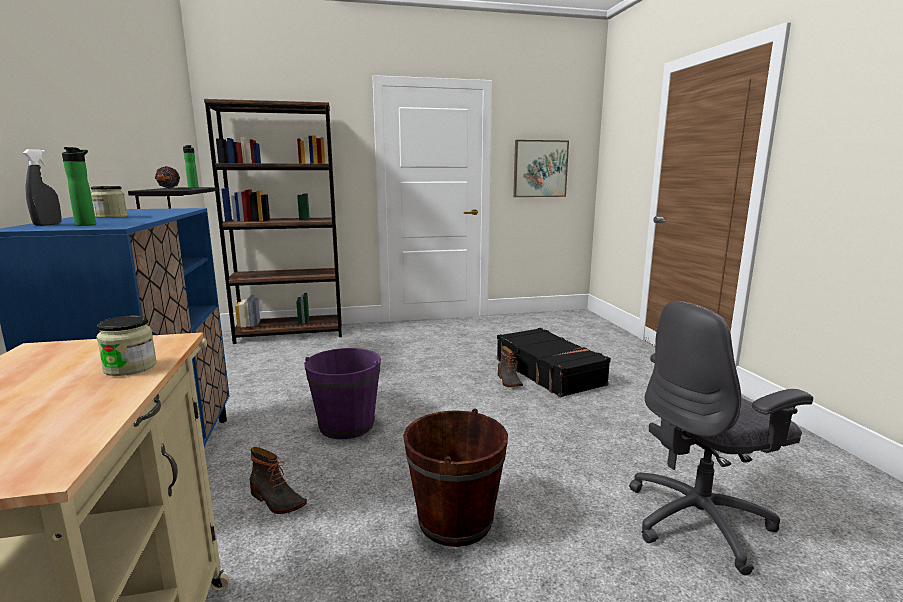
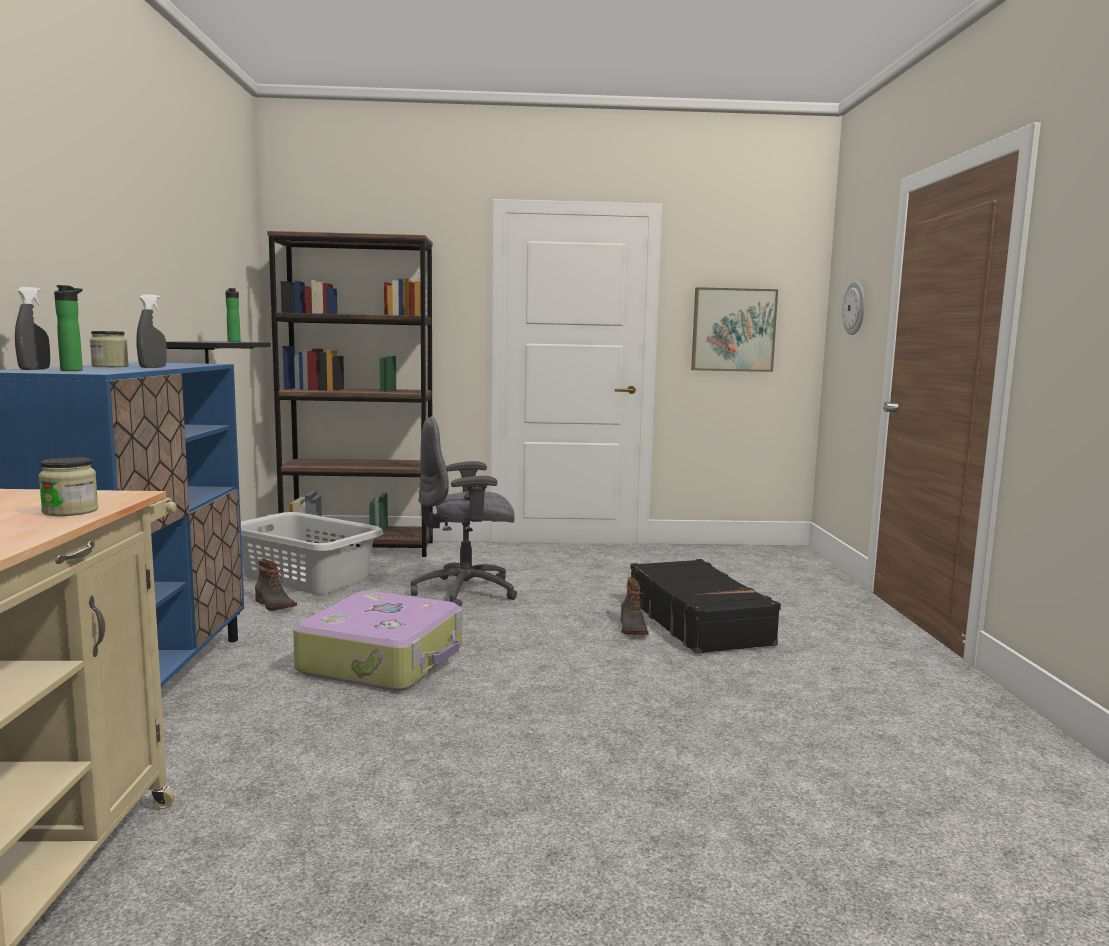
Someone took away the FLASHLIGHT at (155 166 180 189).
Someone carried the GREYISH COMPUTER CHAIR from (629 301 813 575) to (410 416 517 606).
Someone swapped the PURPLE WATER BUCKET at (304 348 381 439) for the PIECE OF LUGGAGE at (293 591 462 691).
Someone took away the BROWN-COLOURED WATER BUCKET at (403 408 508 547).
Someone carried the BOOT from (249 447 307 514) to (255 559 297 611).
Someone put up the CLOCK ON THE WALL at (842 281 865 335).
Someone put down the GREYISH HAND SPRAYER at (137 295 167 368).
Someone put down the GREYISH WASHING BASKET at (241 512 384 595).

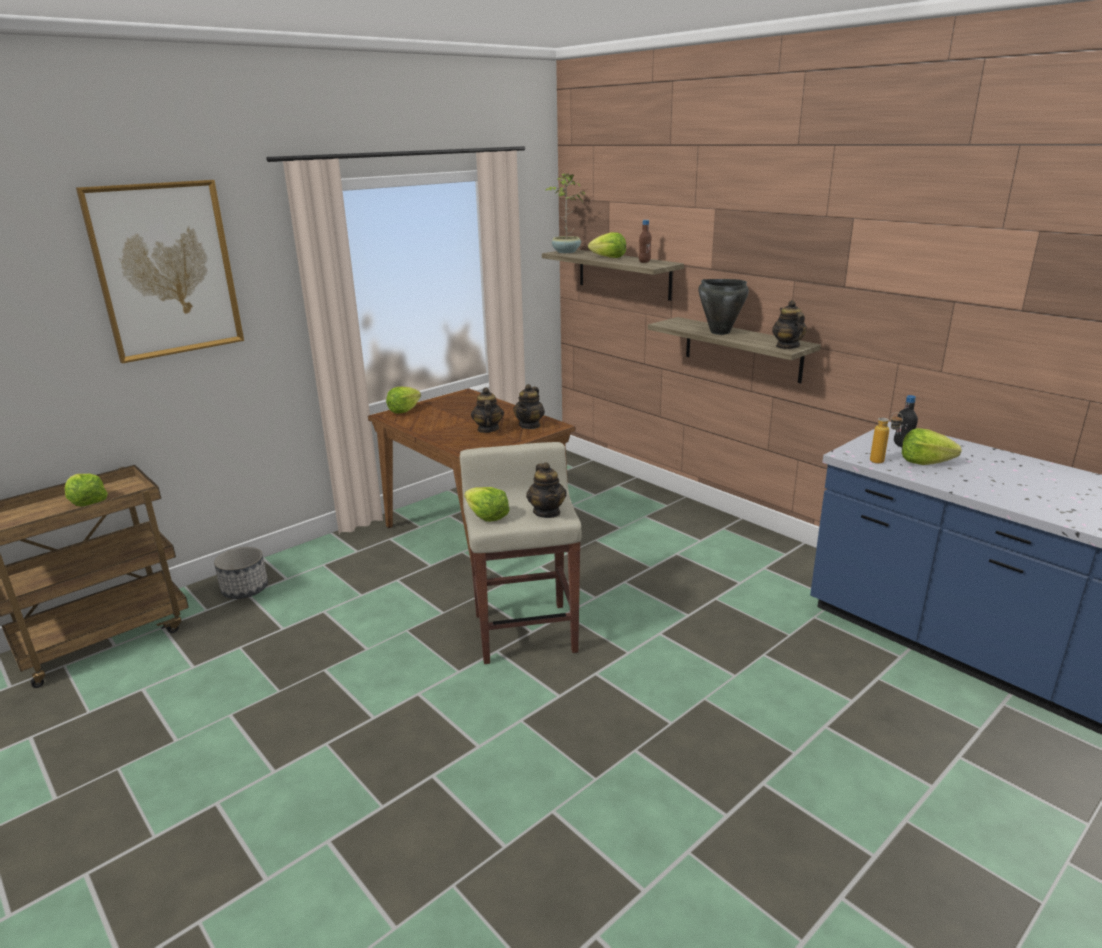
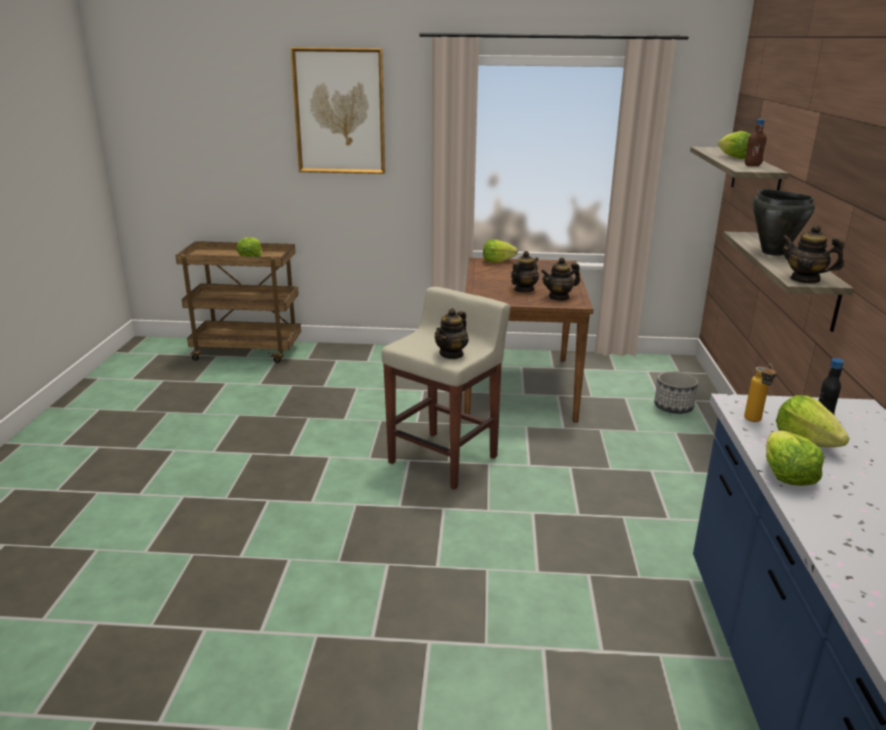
Someone took away the HOUSEPLANT at (545 173 585 253).
Someone rotated the TEAPOT at (772 300 807 349) by 90 degrees counterclockwise.
Someone carried the LETTUCE HEAD from (464 487 510 522) to (766 430 824 486).
Someone carried the FLOWER POT from (214 547 268 599) to (654 371 698 414).

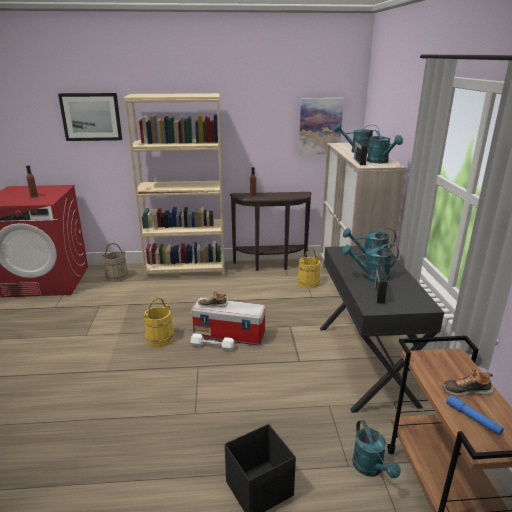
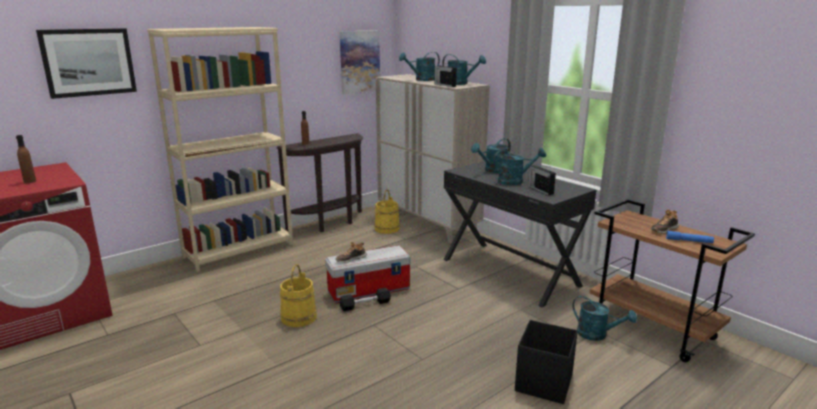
Someone took away the SAND-COLOURED WATER BUCKET at (102 243 128 282).
Someone rotated the TURQUOISE-COLOURED SPRINKLING CAN at (342 243 399 282) by 150 degrees counterclockwise.
Someone repainted the WHITE-COLOURED DUMBBELL at (190 333 235 351), which became the BLACK DUMBBELL at (340 288 391 311).

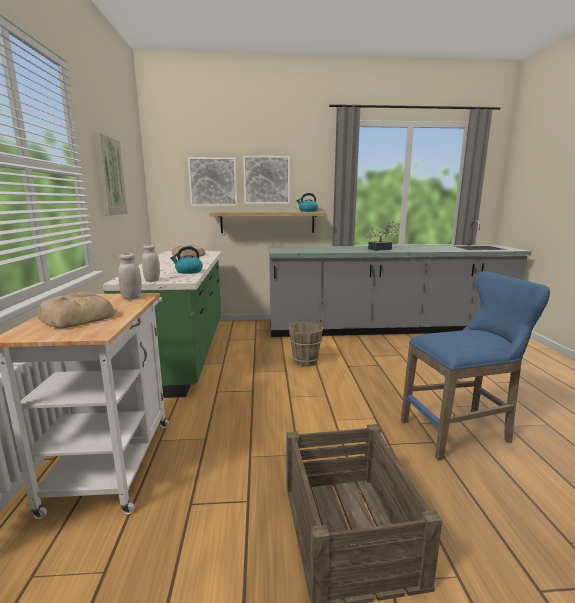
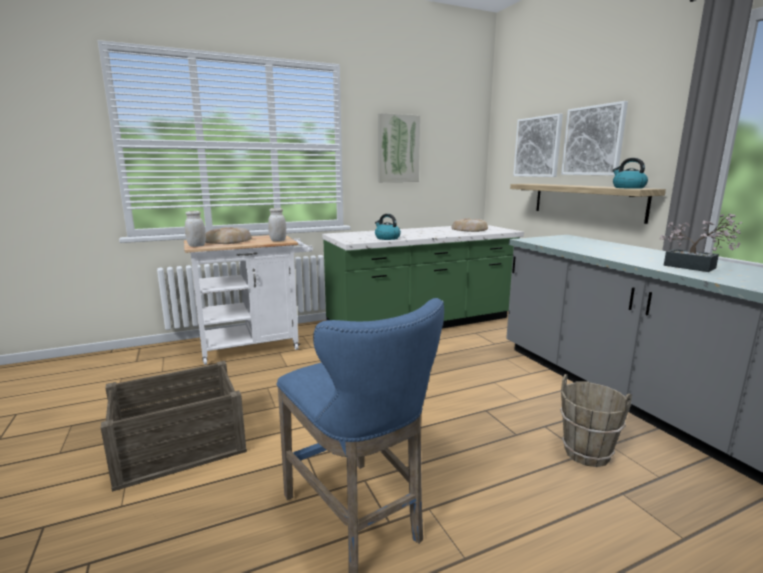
Someone carried the WHITE-COLOURED STORAGE JAR from (142 244 160 282) to (185 211 206 247).
Someone carried the BROWN-COLOURED WATER BUCKET from (288 317 323 367) to (560 374 632 467).

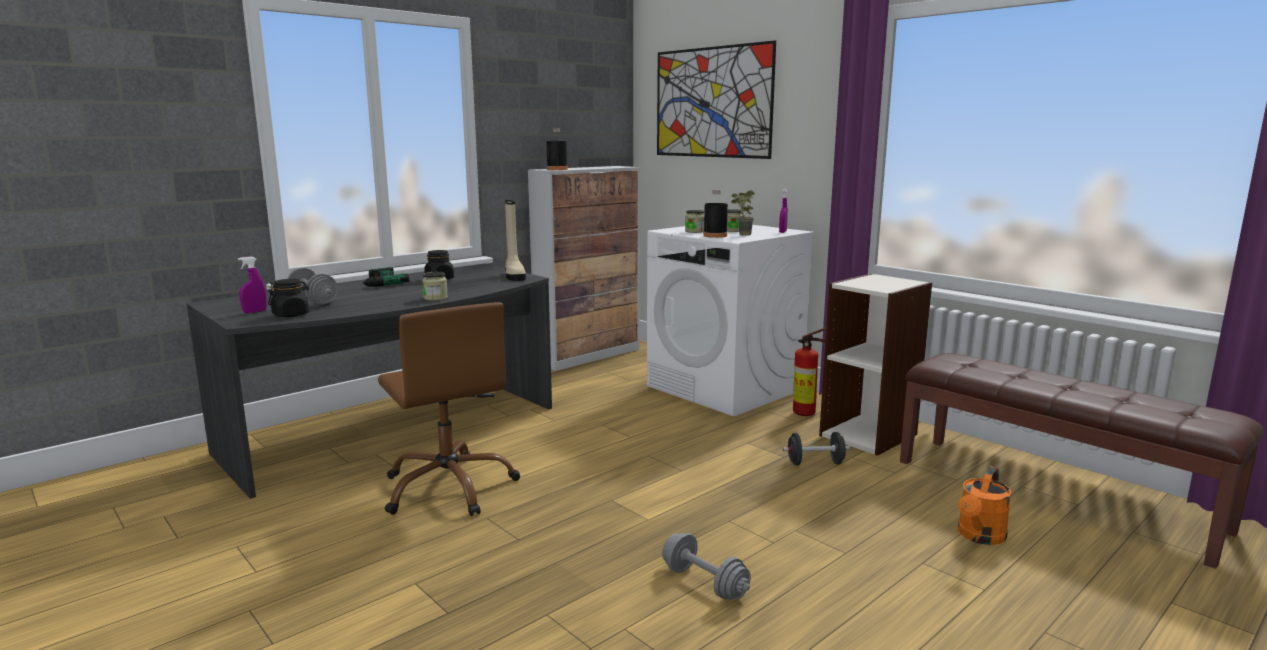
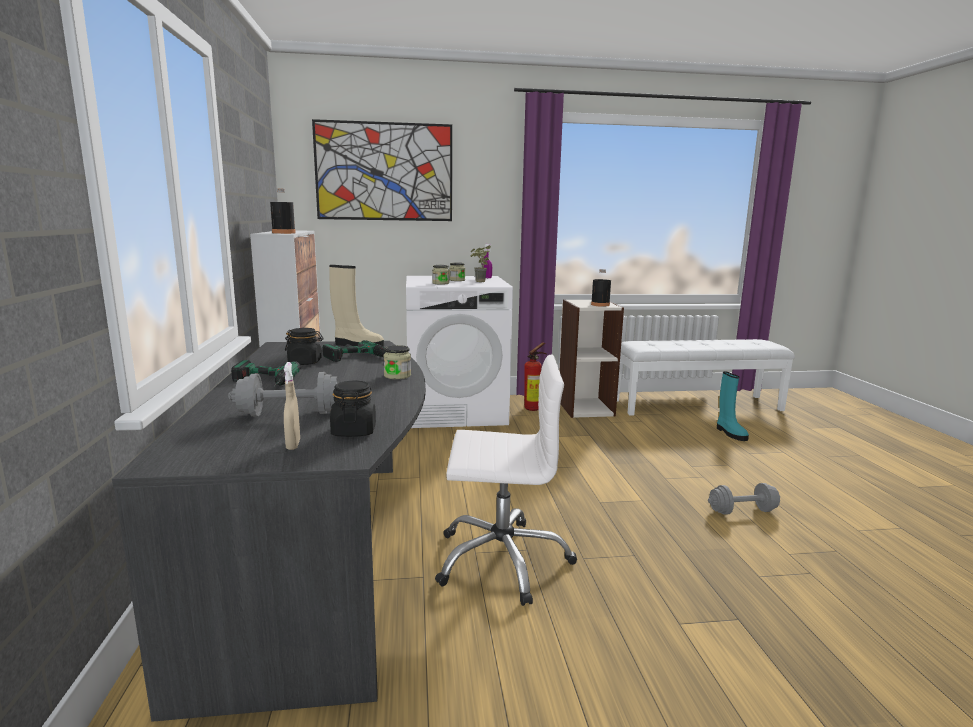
Someone carried the BLACK BEVERAGE BOTTLE from (704 190 728 238) to (591 269 611 307).
Someone repainted the PURPLE HAND SPRAYER at (238 256 267 313), which became the SAND-COLOURED HAND SPRAYER at (284 362 300 450).
Someone repainted the BROWN-COLOURED COMPUTER CHAIR at (378 302 520 516), which became the WHITE-COLOURED COMPUTER CHAIR at (435 355 577 606).
Someone repainted the BROWN-COLOURED BENCH at (900 353 1265 569), which became the WHITE-COLOURED BENCH at (617 339 795 416).
Someone took away the BLACK DUMBBELL at (783 432 850 465).
Someone swapped the ORANGE SPRINKLING CAN at (958 466 1012 545) for the TURQUOISE-COLOURED BOOT at (717 371 749 441).
Someone put down the DRILL at (322 340 386 362).

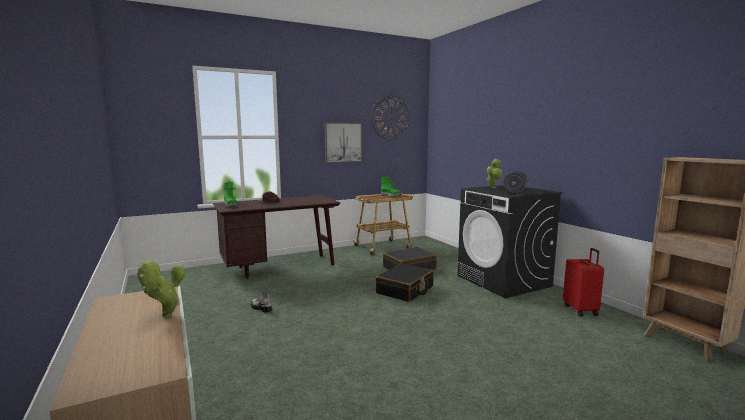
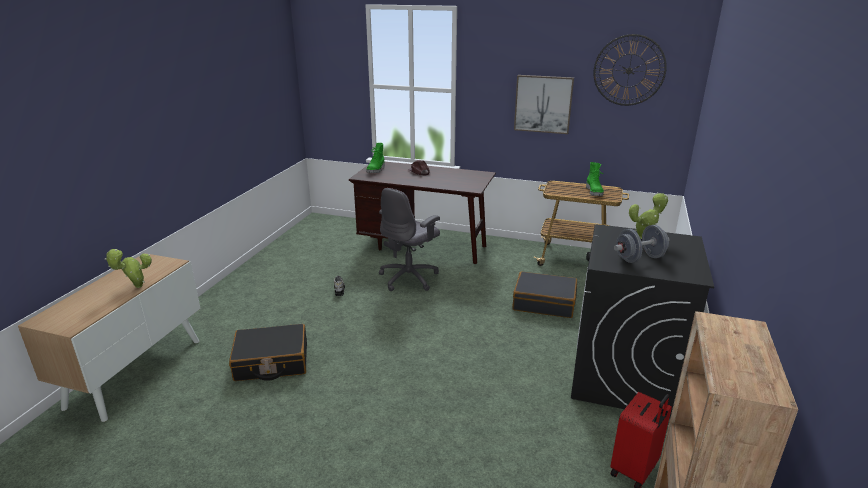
Someone carried the BLACK PIECE OF LUGGAGE from (375 264 434 302) to (229 324 307 381).
Someone put down the GREYISH COMPUTER CHAIR at (379 188 440 291).

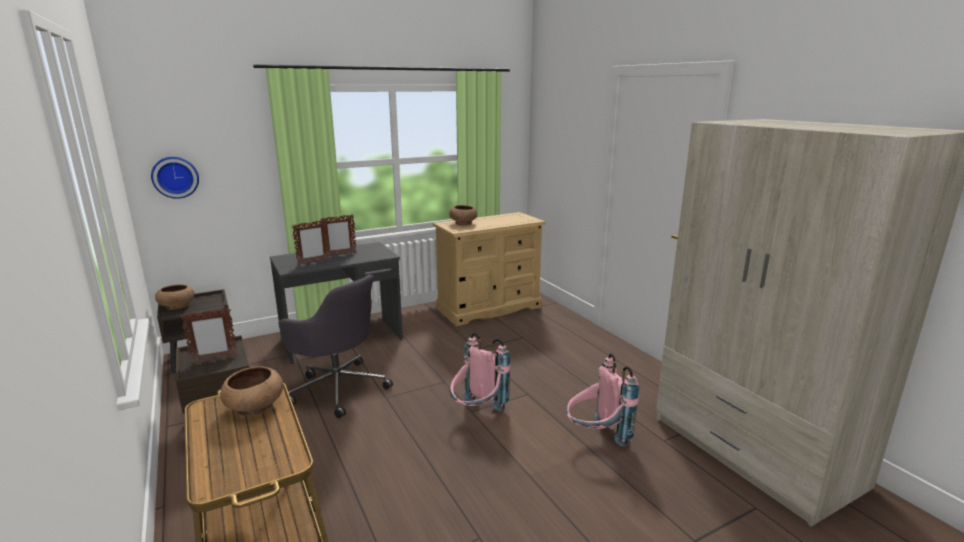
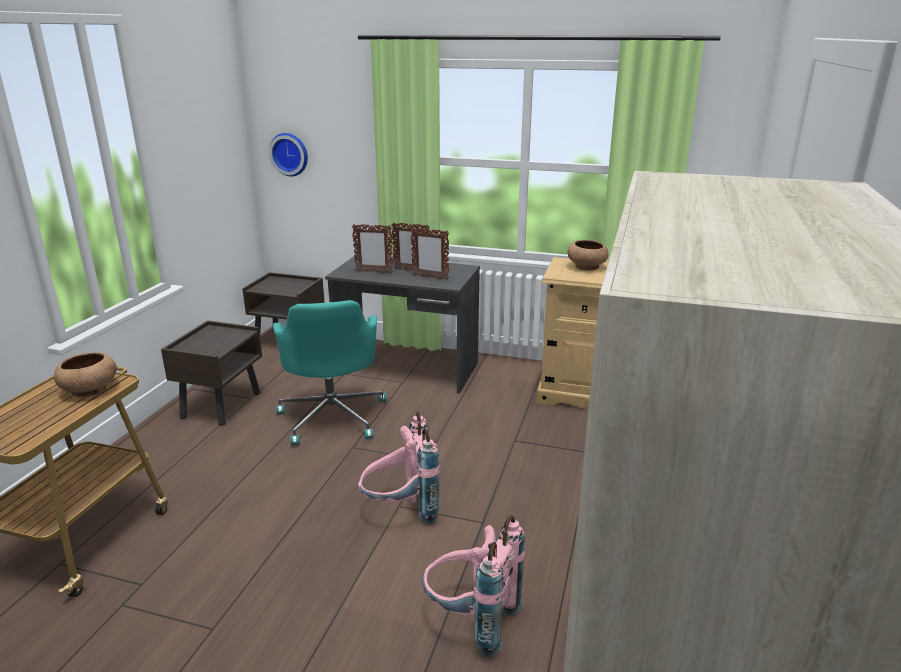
Someone repainted the GREYISH COMPUTER CHAIR at (279 275 393 418), which became the TURQUOISE-COLOURED COMPUTER CHAIR at (273 300 387 446).
Someone took away the BROWN-COLOURED BOWL at (155 284 194 310).
Someone carried the STANDING FRAME from (180 308 238 364) to (410 227 449 280).

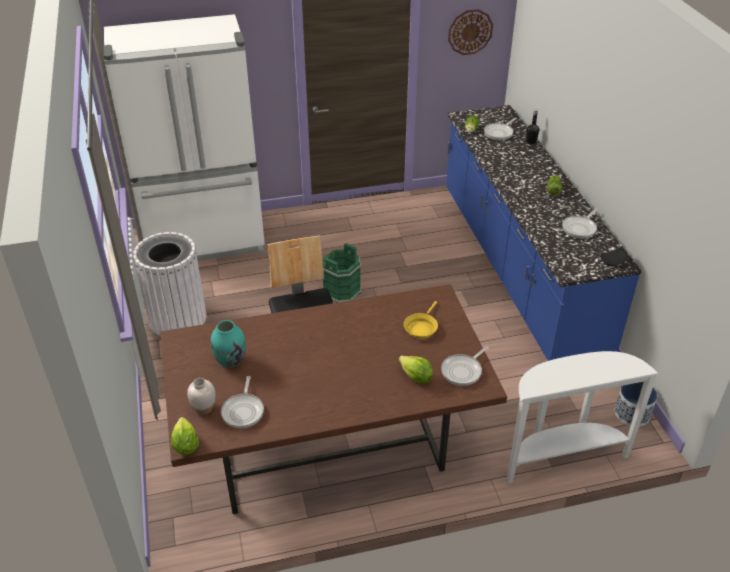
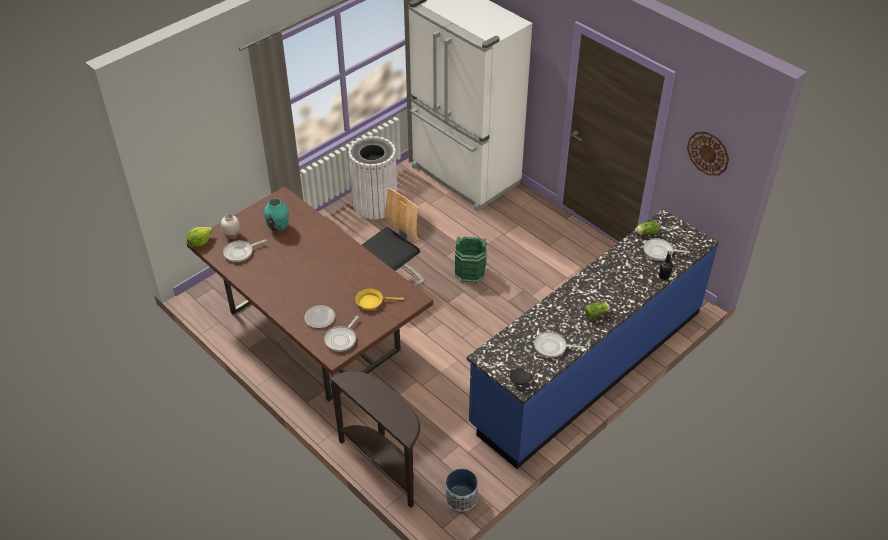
Someone rotated the FRYING PAN at (441 346 489 386) by 75 degrees counterclockwise.
Someone repainted the WHITE-COLOURED CONSOLE TABLE at (507 351 660 483), which became the BROWN-COLOURED CONSOLE TABLE at (329 371 420 508).
Someone swapped the LETTUCE HEAD at (399 355 433 383) for the FLAT DISH at (305 305 335 328).

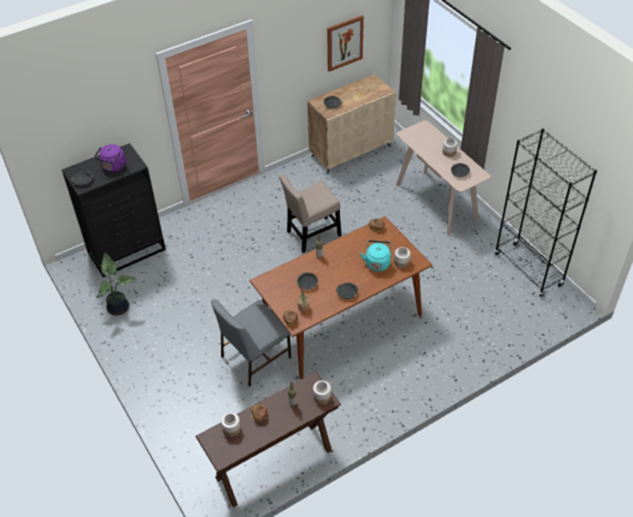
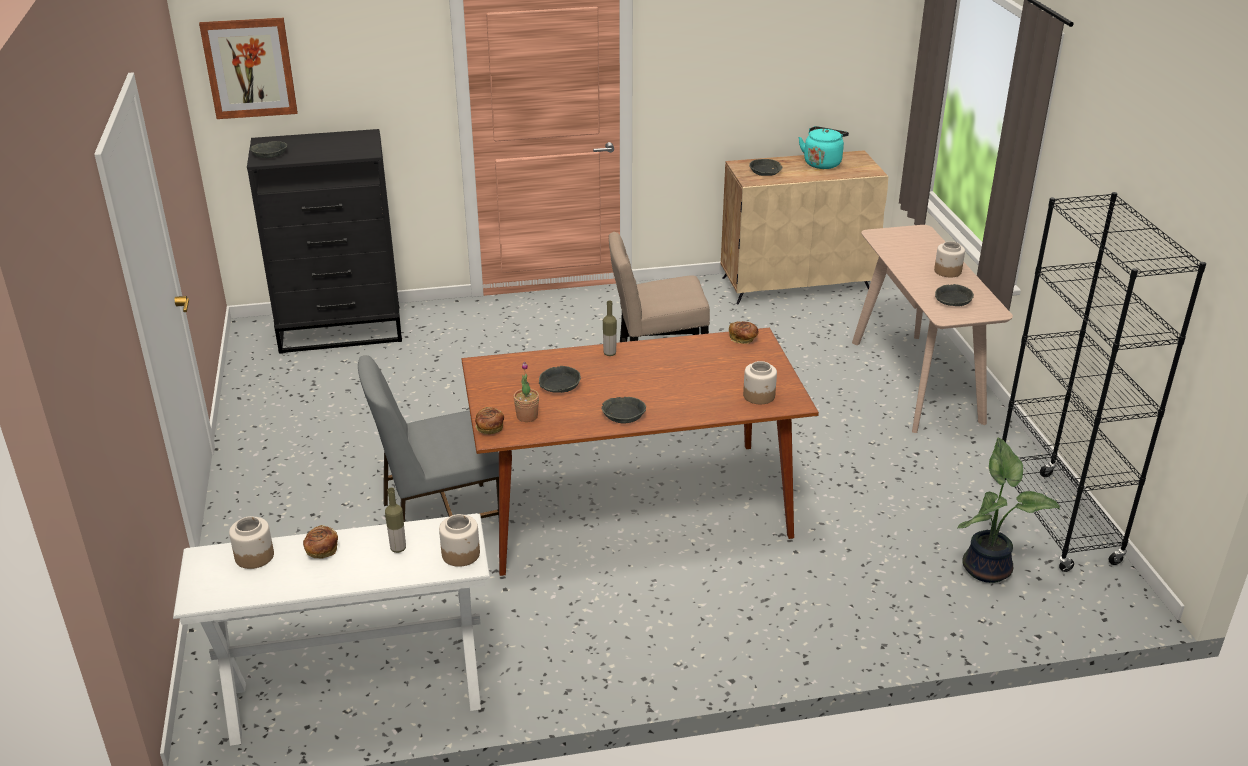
Someone carried the WALL PICTURE from (327 15 364 72) to (199 18 298 119).
Someone took away the PURPLE KETTLE at (94 144 127 172).
Someone carried the TURQUOISE-COLOURED KETTLE from (360 240 391 272) to (798 126 849 169).
Someone carried the HOUSEPLANT from (96 253 136 316) to (957 438 1060 583).
Someone repainted the BROWN-COLOURED CONSOLE TABLE at (195 372 341 507), which became the WHITE-COLOURED CONSOLE TABLE at (173 513 490 746).

